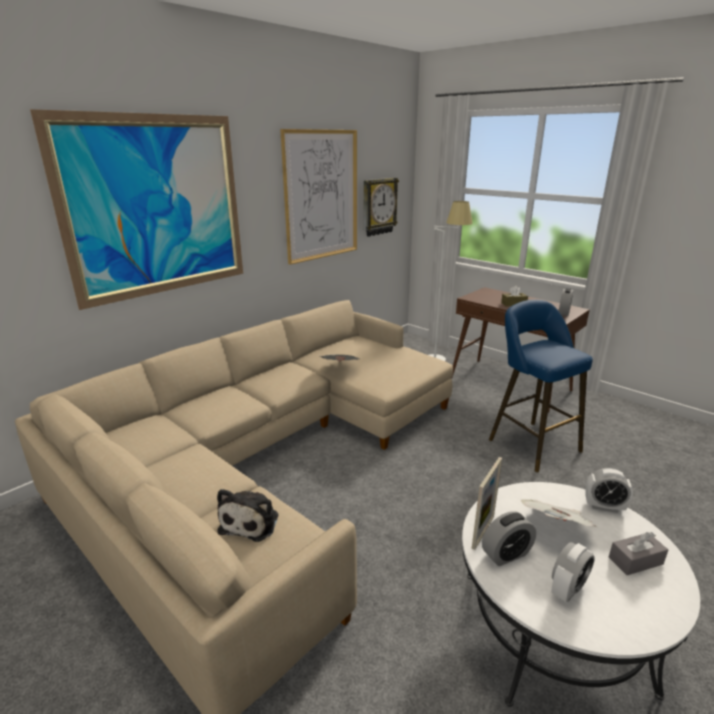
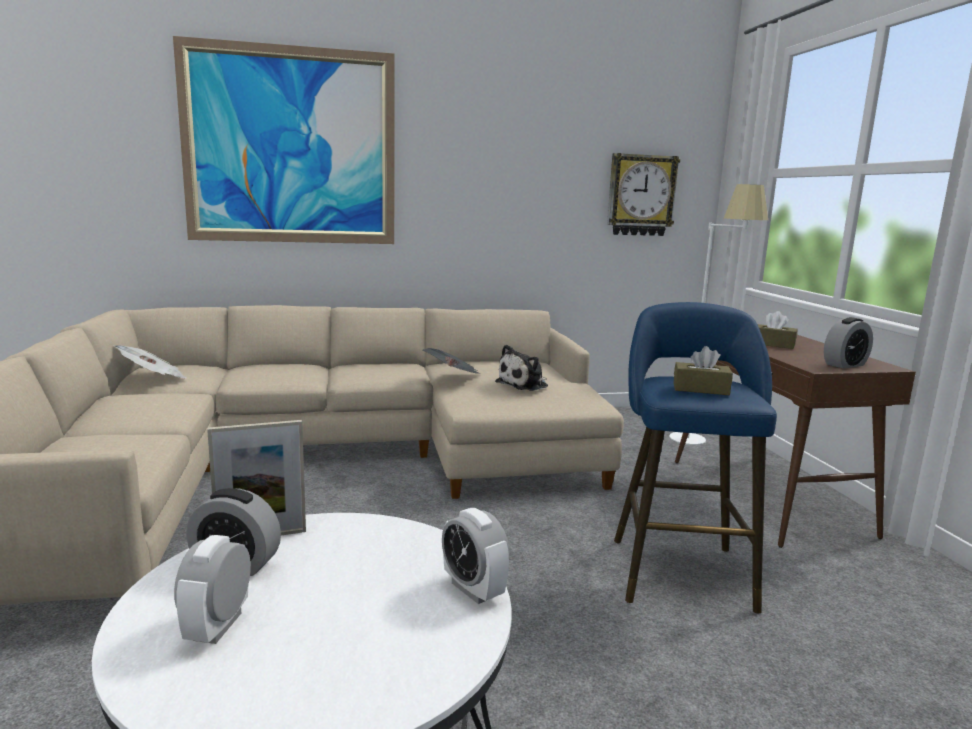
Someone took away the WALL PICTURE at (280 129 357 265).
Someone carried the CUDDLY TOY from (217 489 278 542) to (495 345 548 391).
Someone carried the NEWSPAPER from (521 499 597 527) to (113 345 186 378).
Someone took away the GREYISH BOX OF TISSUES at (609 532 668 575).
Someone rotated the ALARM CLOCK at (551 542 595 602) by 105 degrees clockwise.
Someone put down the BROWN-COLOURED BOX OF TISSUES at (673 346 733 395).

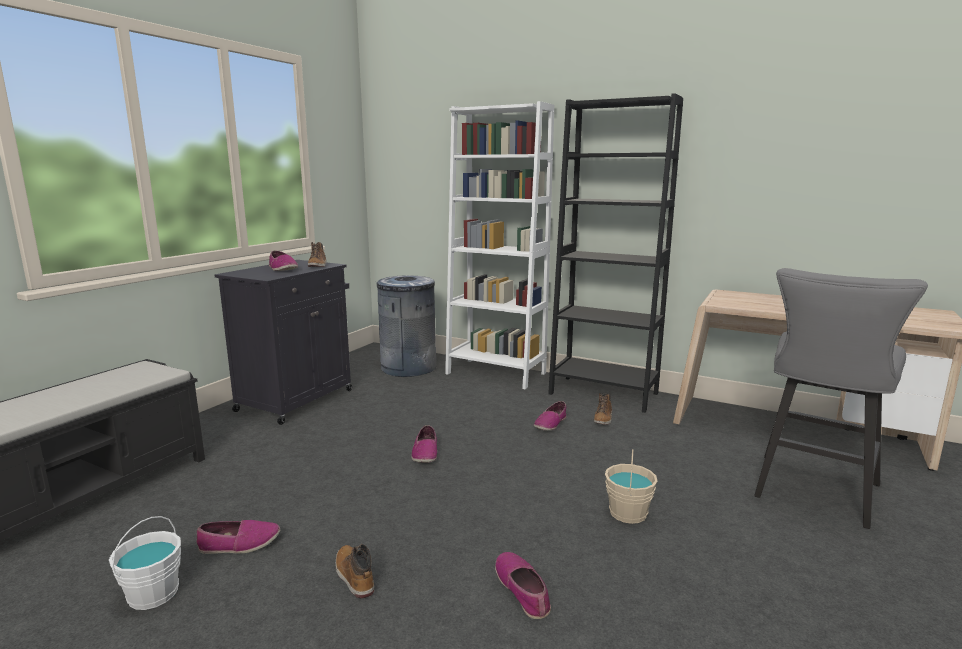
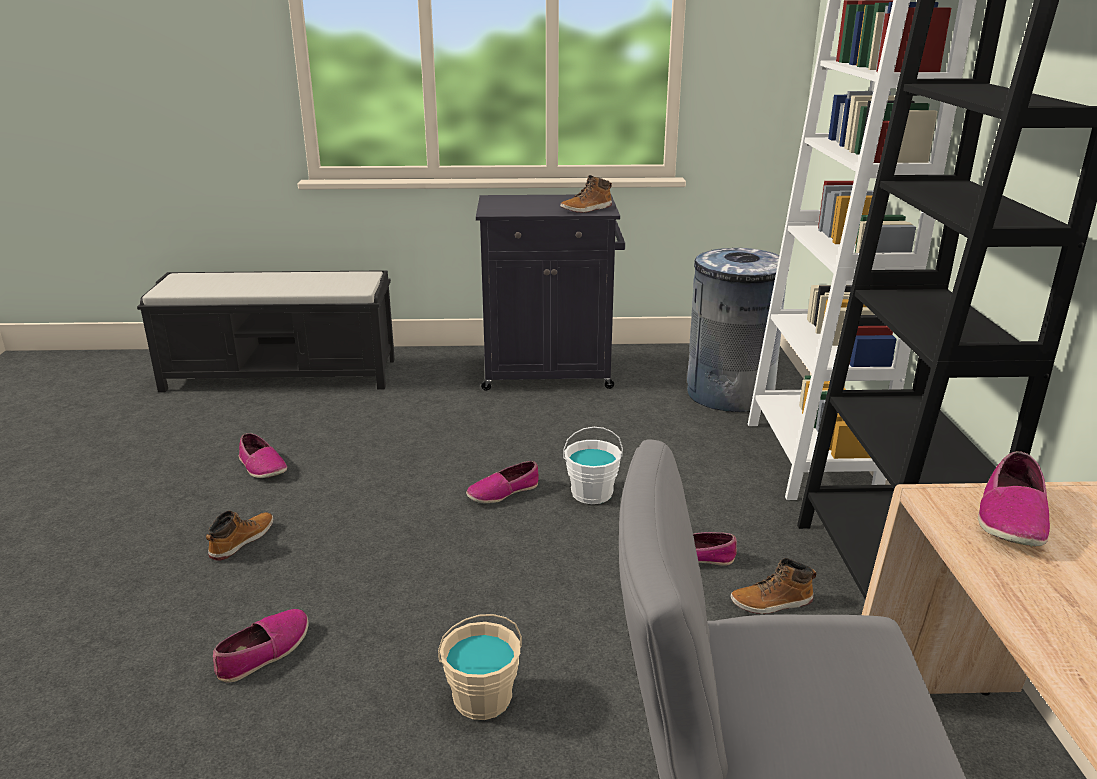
Someone carried the SHOE from (269 251 298 271) to (978 451 1050 547).
Someone carried the WHITE-COLOURED WATER BUCKET from (109 516 181 610) to (563 427 623 504).

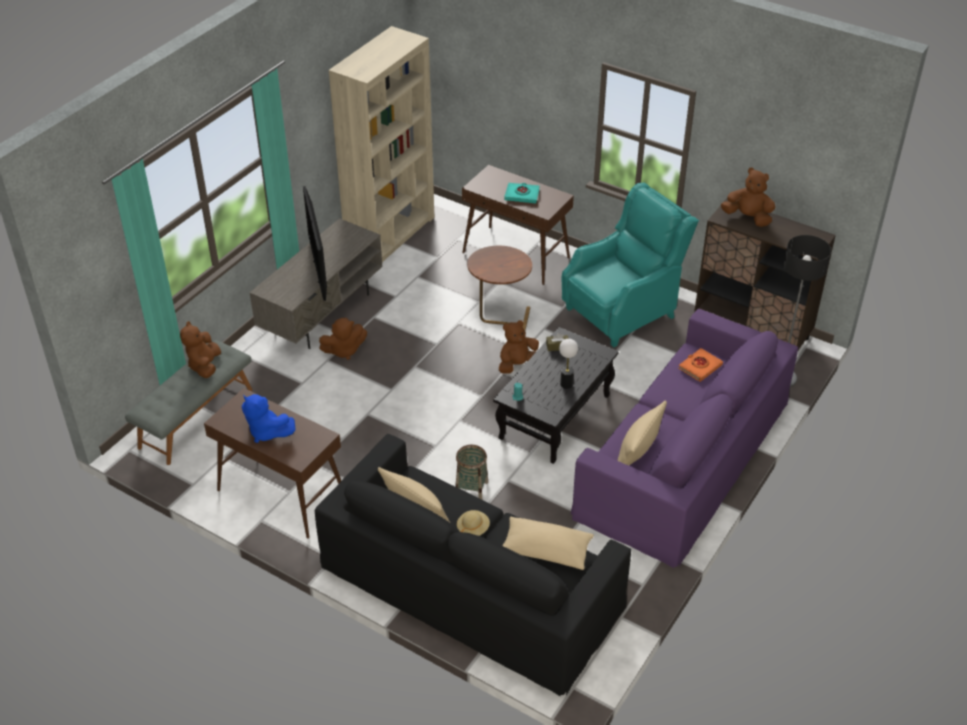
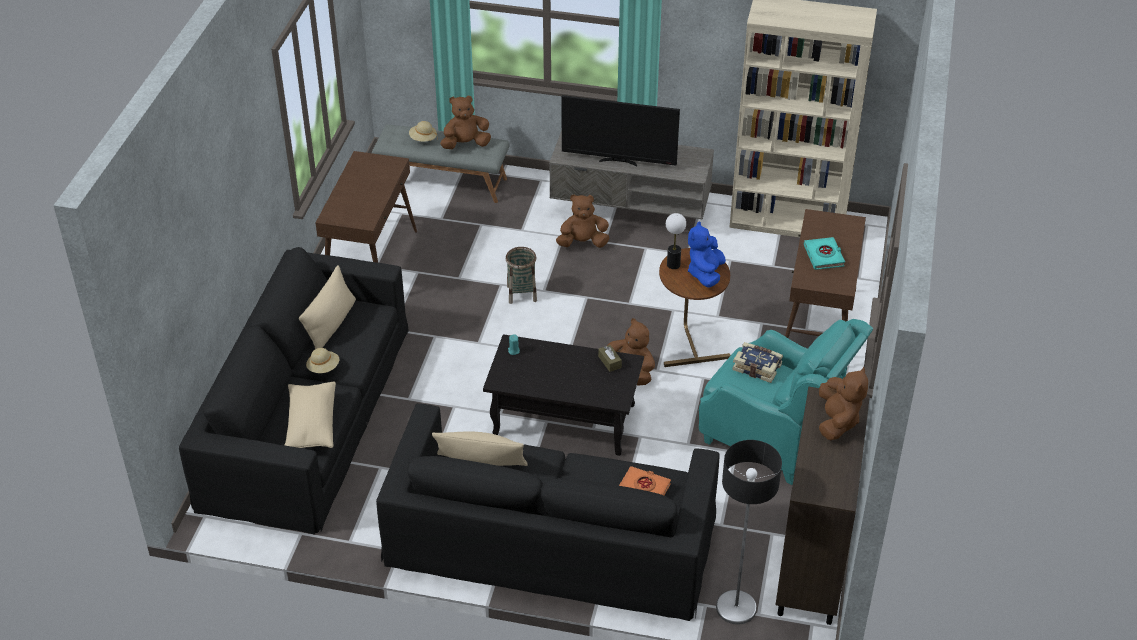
Someone rotated the TV SET at (303 186 327 301) by 135 degrees counterclockwise.
Someone repainted the PURPLE SETTEE at (570 309 798 568), which became the BLACK SETTEE at (376 403 720 621).
Someone rotated the BROWN-COLOURED CUDDLY TOY at (319 318 367 360) by 120 degrees clockwise.
Someone carried the TABLETOP LAMP from (559 339 578 389) to (666 213 686 269).
Someone carried the BLUISH CUDDLY TOY from (242 394 296 443) to (688 221 726 288).
Someone carried the HOUSEHOLD BASKET from (455 445 488 499) to (506 247 537 304).
Someone put down the SAND-COLOURED CLOTHING HAT at (409 121 437 142).
Someone put down the BOUND BOOK at (732 342 783 383).

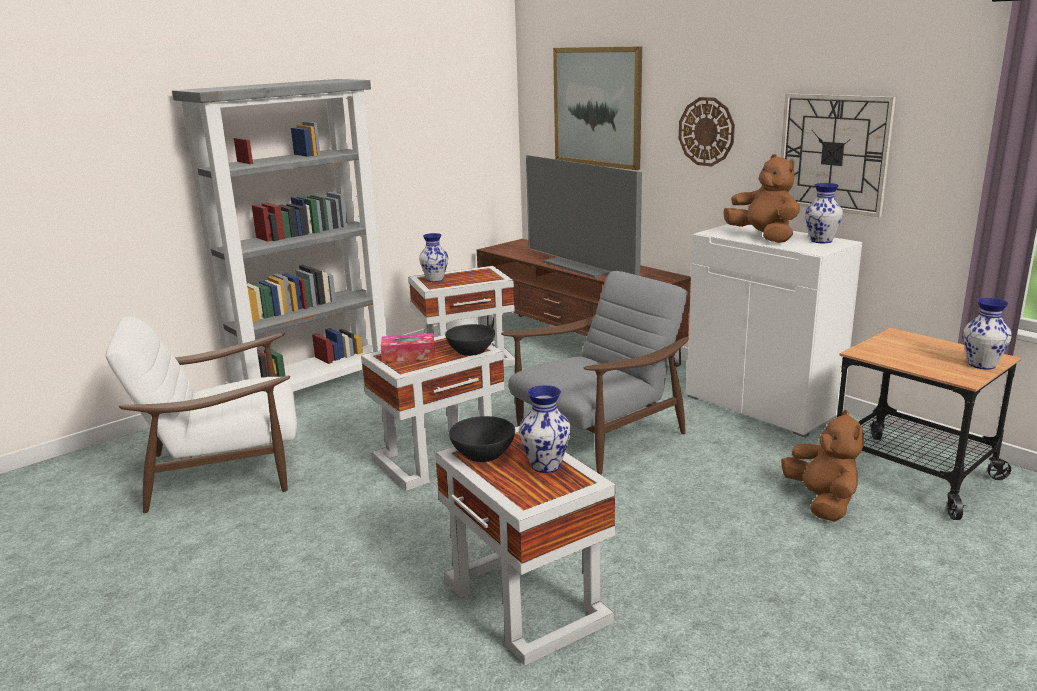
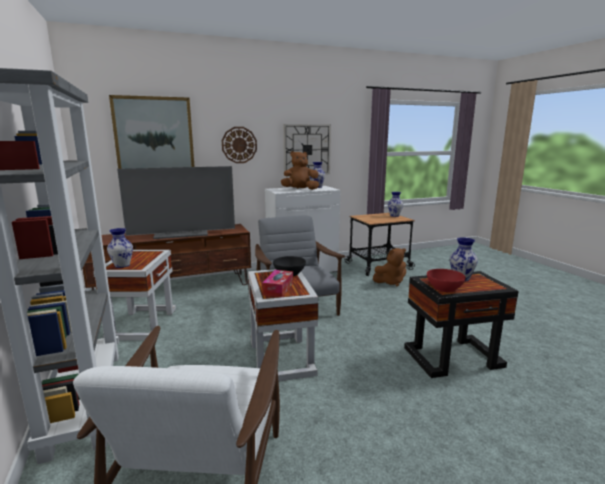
Someone rotated the BROWN-COLOURED CUDDLY TOY at (781 410 864 522) by 150 degrees clockwise.
Someone repainted the BLACK BOWL at (449 416 515 462), which became the RED BOWL at (427 269 466 292).
Someone repainted the WHITE-COLOURED SIDE TABLE at (436 426 615 666), which became the BLACK SIDE TABLE at (404 271 519 378).

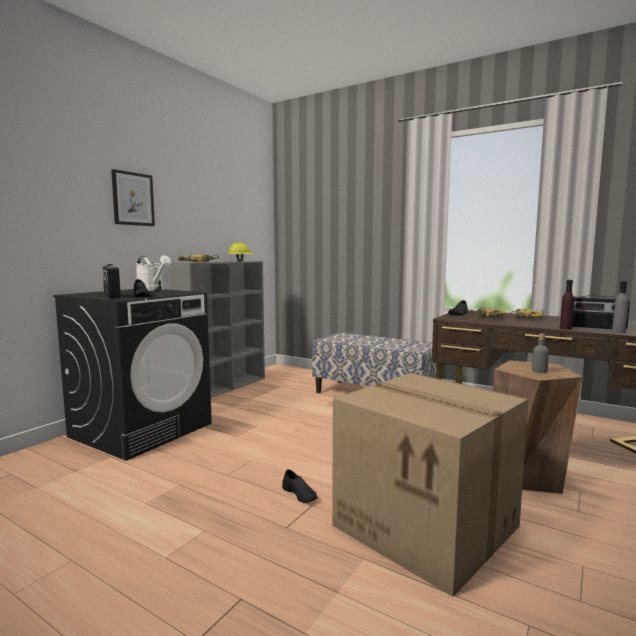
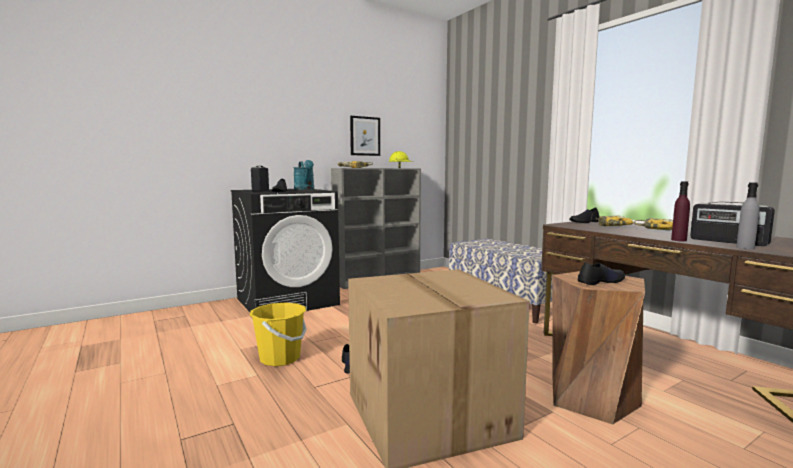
Someone carried the WALL PICTURE from (111 169 155 226) to (350 116 380 156).
Someone repainted the WHITE-COLOURED SPRINKLING CAN at (136 256 171 291), which became the TURQUOISE-COLOURED SPRINKLING CAN at (293 160 314 190).
Someone swapped the GREYISH BEVERAGE BOTTLE at (532 334 549 373) for the BLACK SHOE at (578 262 625 285).
Someone put down the YELLOW-COLOURED WATER BUCKET at (250 302 307 366).

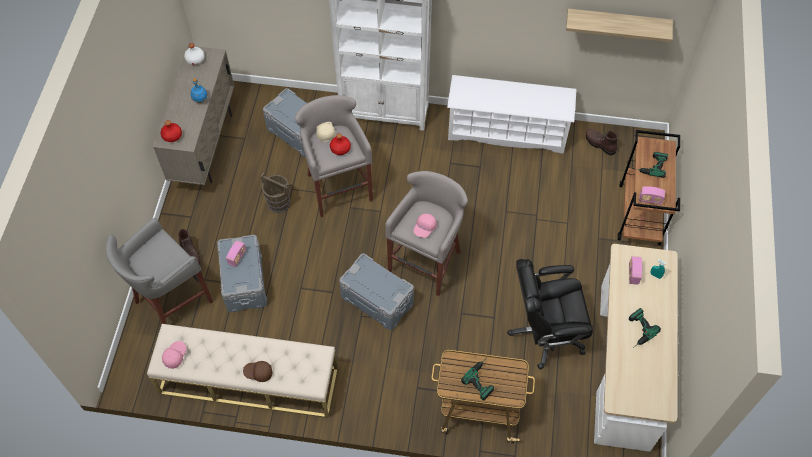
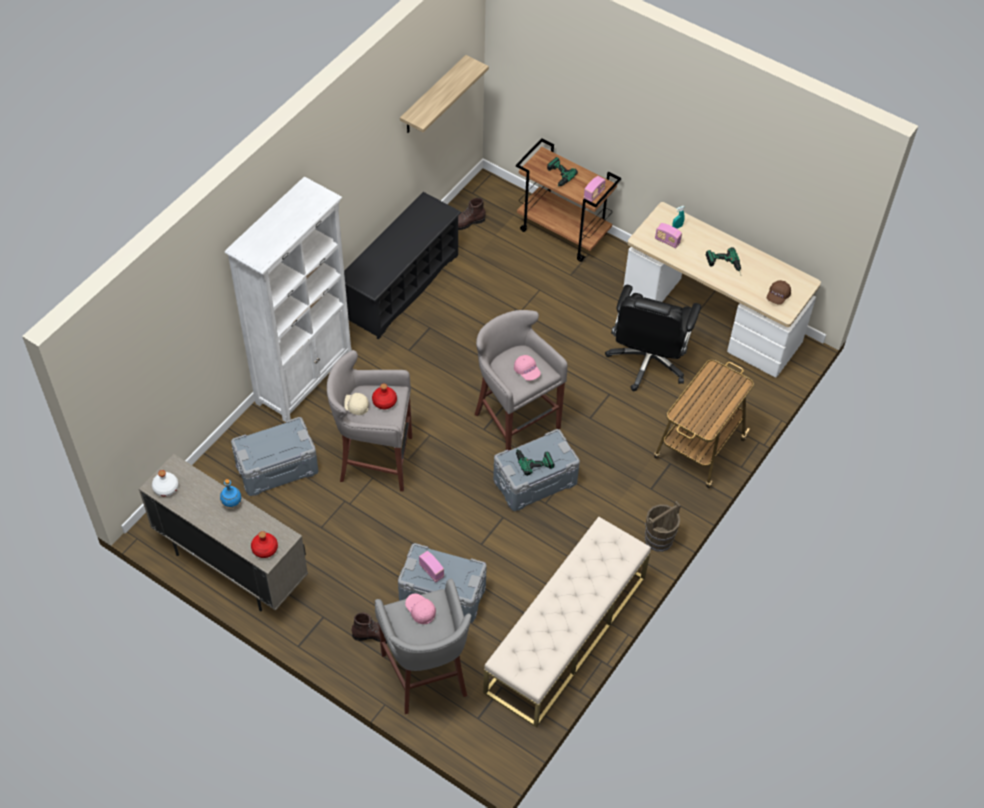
Someone repainted the WHITE-COLOURED SHOE SHELF at (447 75 577 154), which became the BLACK SHOE SHELF at (344 192 462 339).
Someone carried the BROWN-COLOURED WATER BUCKET from (260 173 290 213) to (645 501 681 552).
Someone carried the PINK PEAKED CAP from (162 341 187 369) to (405 593 436 624).
Someone carried the BROWN-COLOURED PEAKED CAP from (243 361 273 382) to (767 280 791 305).
Someone carried the DRILL from (461 361 494 401) to (515 445 555 476).

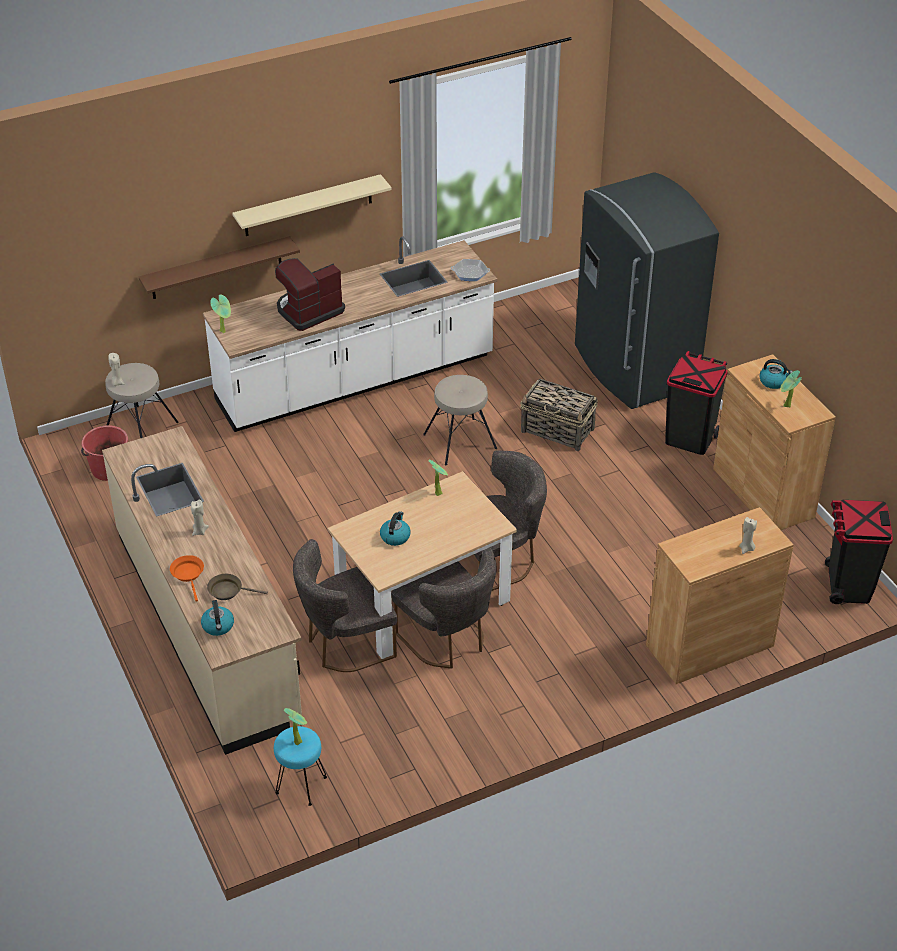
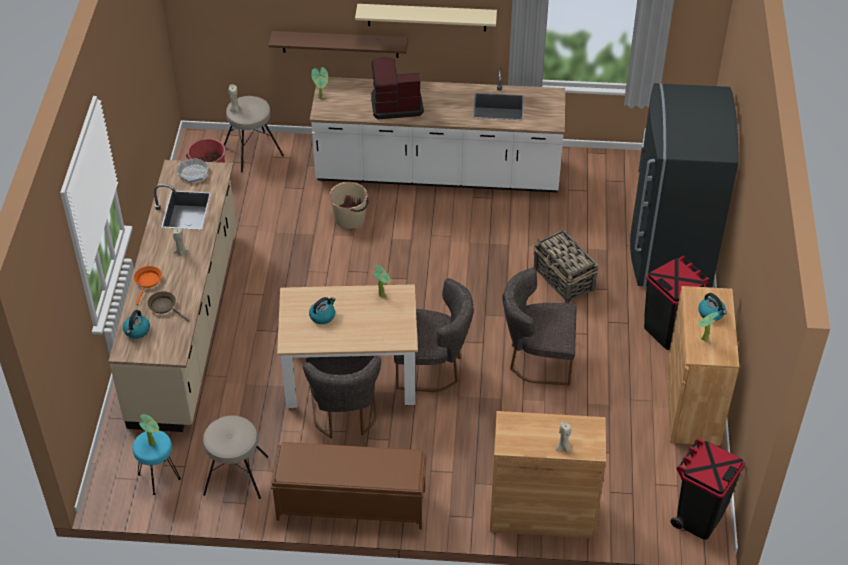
Someone carried the FRYING PAN from (451 259 490 281) to (177 158 209 183).
Someone carried the SAND-COLOURED STOOL from (423 375 497 465) to (203 415 268 499).
Someone carried the GREYISH PLAIN CHAIR from (293 539 397 672) to (503 268 577 385).
Someone put down the SAND-COLOURED WATER BUCKET at (329 182 369 229).
Someone put down the BROWN-COLOURED BENCH at (271 442 427 529).

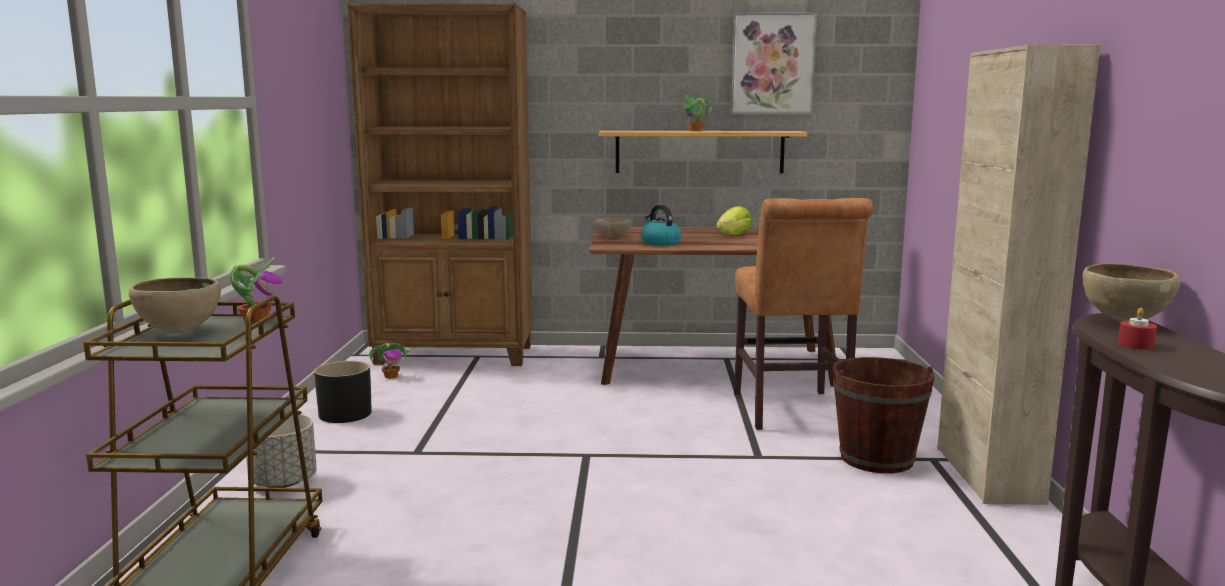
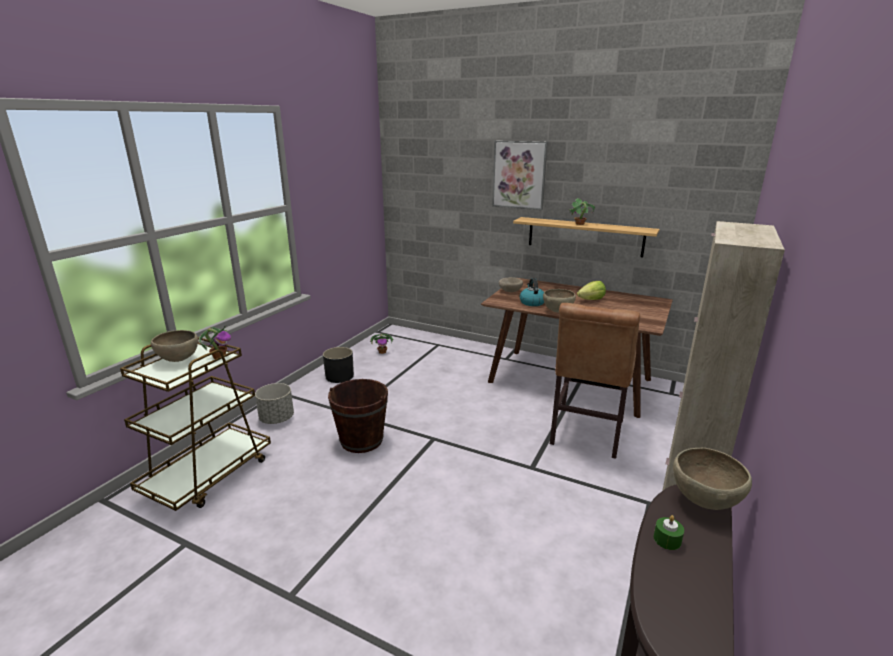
Someone took away the BROWN-COLOURED SHELVING UNIT at (347 4 532 366).
Someone carried the WALL PICTURE from (731 12 817 114) to (492 141 548 210).
Someone repainted the RED WAX CANDLE at (1118 308 1157 349), which became the GREEN-COLOURED WAX CANDLE at (654 515 684 550).
Someone carried the BROWN-COLOURED WATER BUCKET from (832 357 935 473) to (328 379 388 453).
Someone put down the BROWN-COLOURED BOWL at (543 289 576 313).

